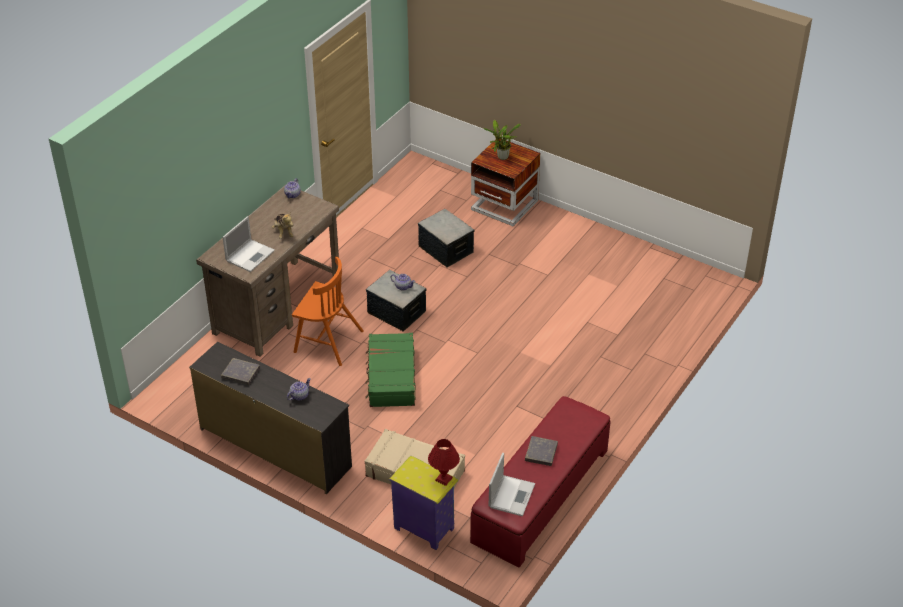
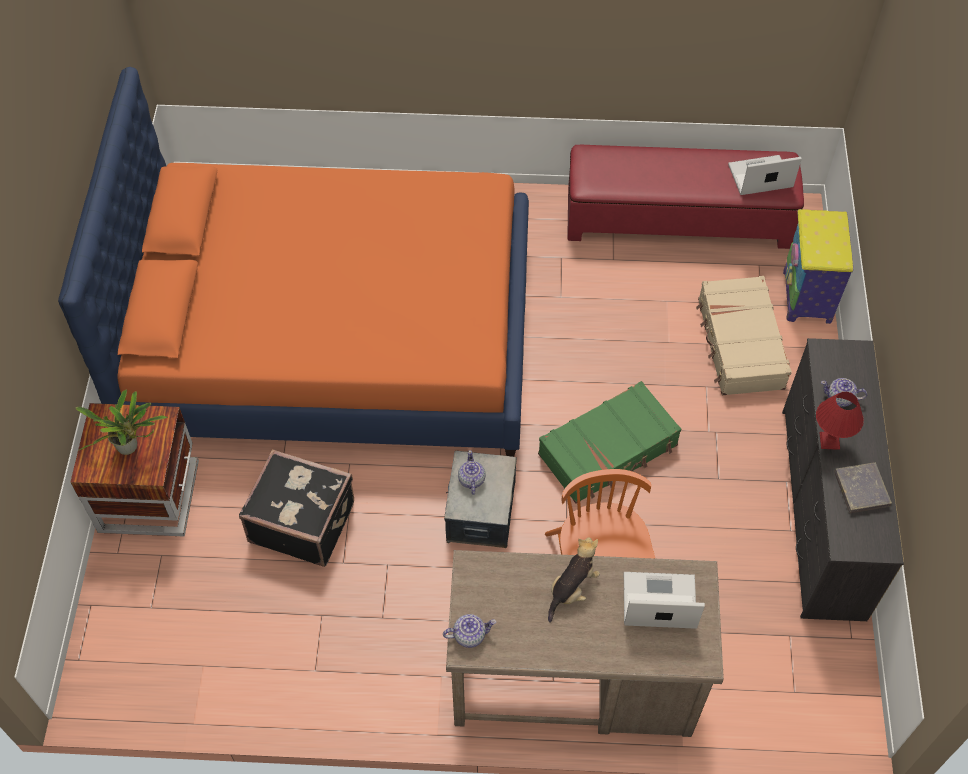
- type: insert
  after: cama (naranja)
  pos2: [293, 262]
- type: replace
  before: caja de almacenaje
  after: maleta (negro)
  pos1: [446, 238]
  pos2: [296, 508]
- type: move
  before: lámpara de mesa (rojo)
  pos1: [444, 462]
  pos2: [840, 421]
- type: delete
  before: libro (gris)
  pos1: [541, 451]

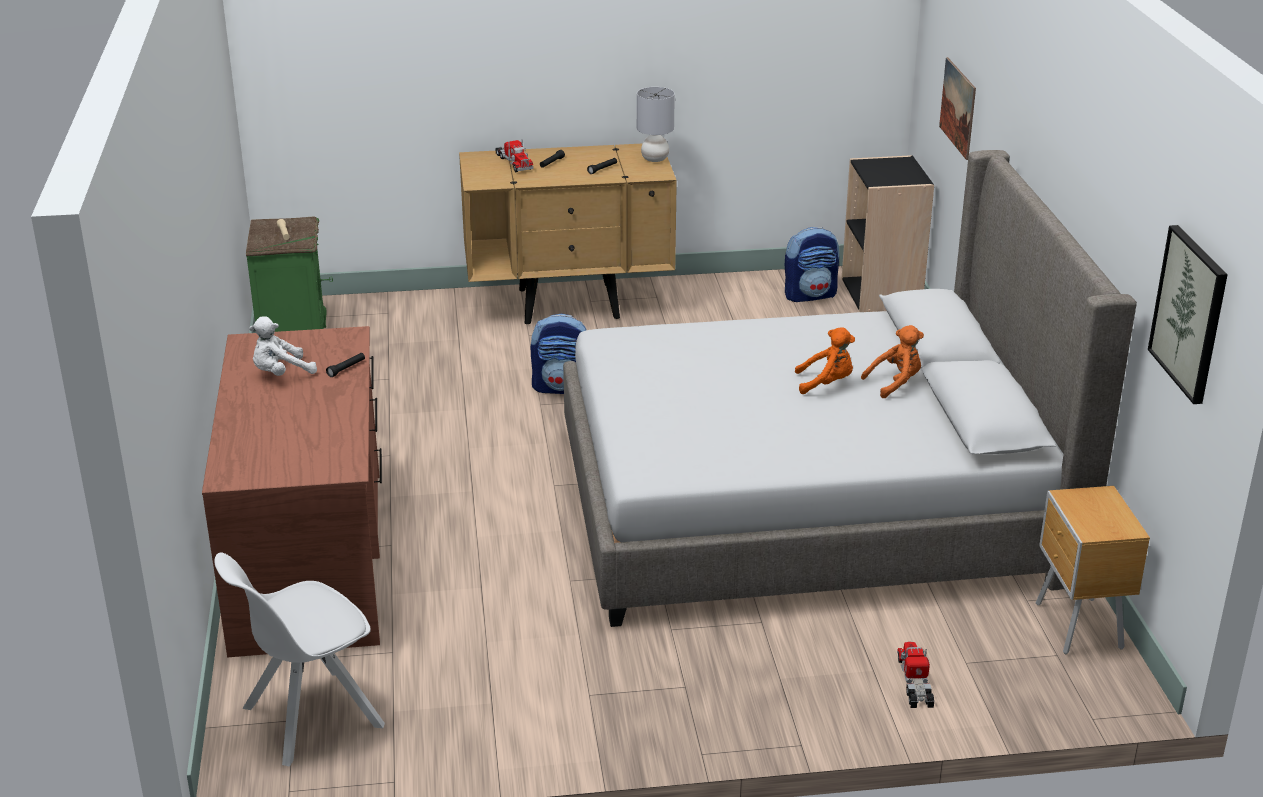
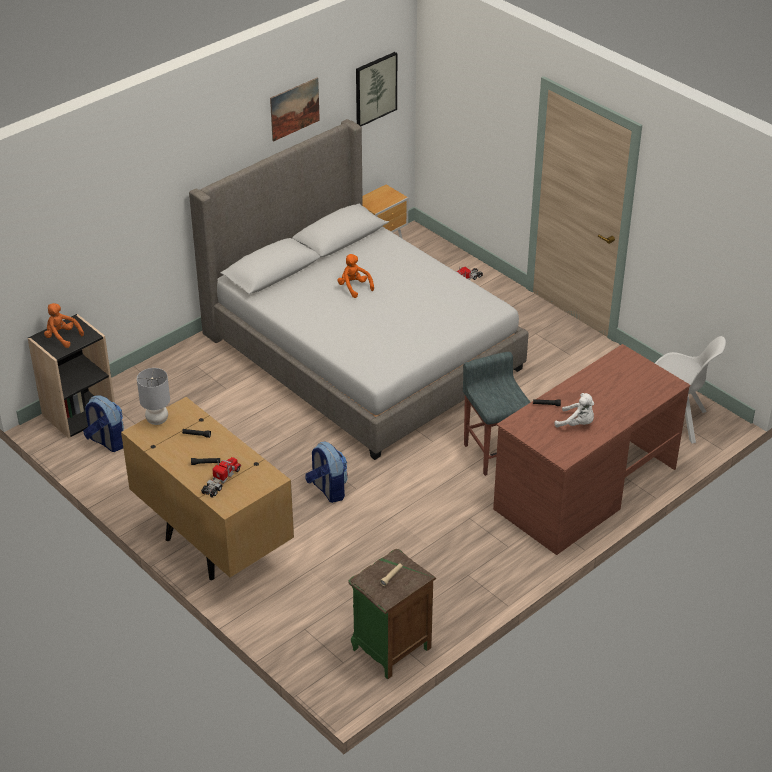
- type: move
  before: peluche (naranja)
  pos1: [892, 361]
  pos2: [64, 325]
- type: move
  before: cuadro
  pos1: [957, 108]
  pos2: [295, 110]
- type: insert
  after: taburete (gris)
  pos2: [497, 414]

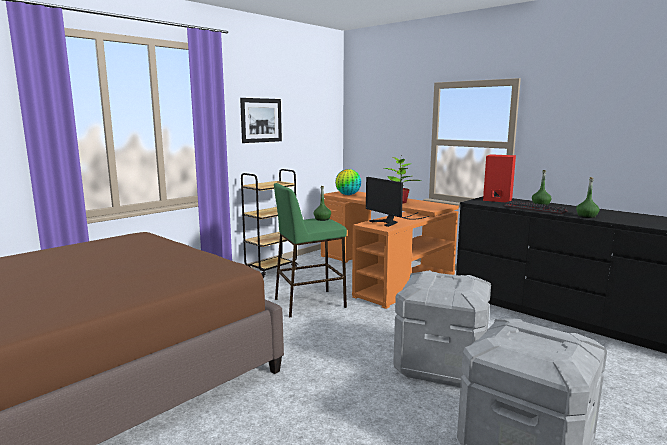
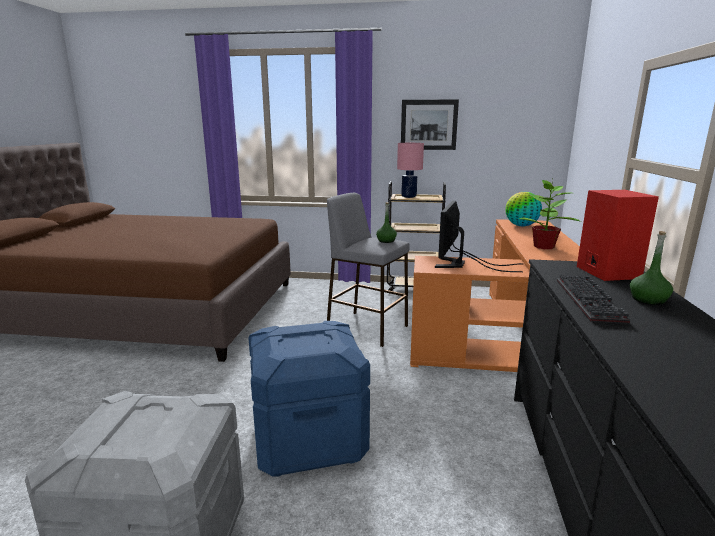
- type: recolor
  before: caja de almacenaje (gris)
  after: caja de almacenaje (azul)
  pos1: [442, 328]
  pos2: [309, 399]
- type: recolor
  before: taburete (verde)
  after: taburete (gris)
  pos1: [310, 250]
  pos2: [368, 270]
- type: insert
  after: lámpara de mesa (rosa)
  pos2: [410, 170]
- type: delete
  before: botella (verde)
  pos1: [588, 197]

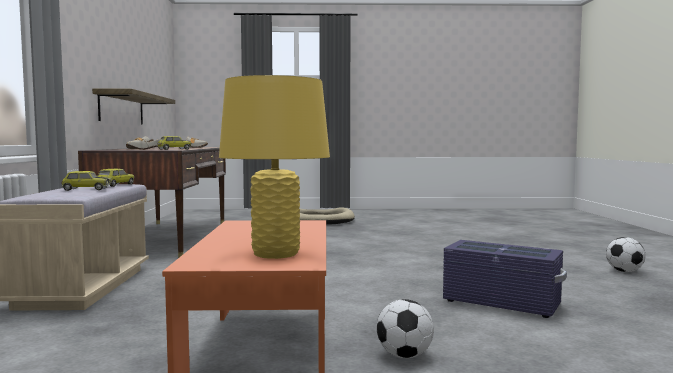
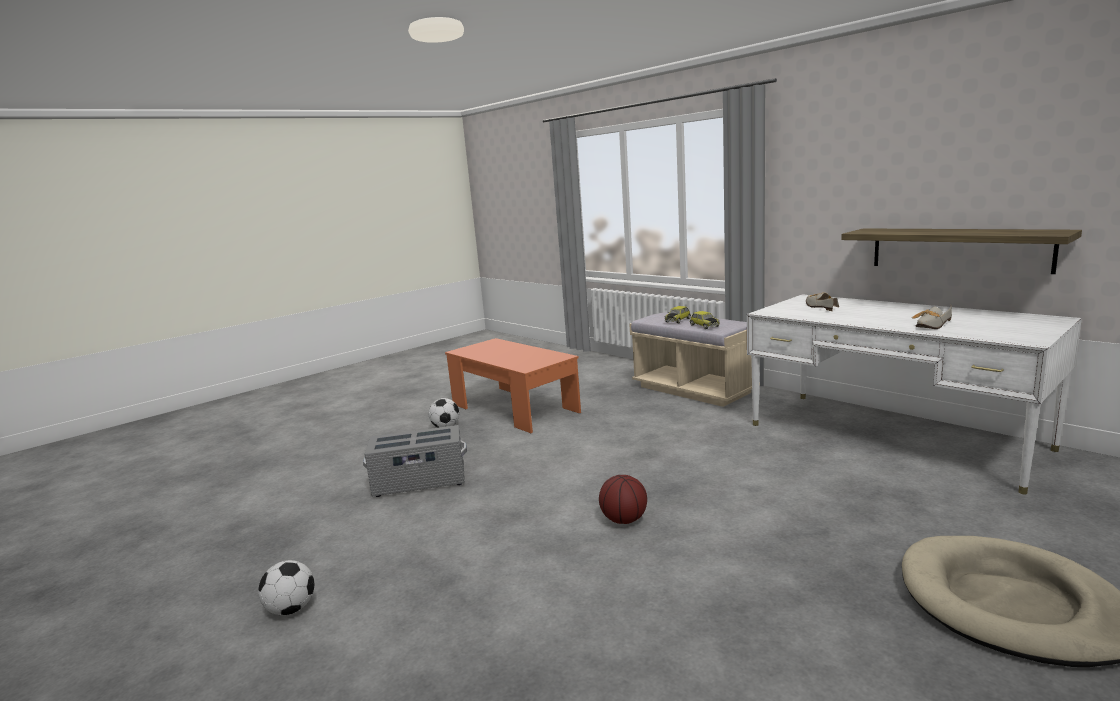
- type: recolor
  before: caja de almacenaje (morado)
  after: caja de almacenaje (gris)
  pos1: [505, 279]
  pos2: [415, 461]
- type: insert
  after: balón de baloncesto
  pos2: [623, 499]
- type: recolor
  before: escritorio (marrón)
  after: escritorio (blanco)
  pos1: [152, 202]
  pos2: [914, 394]
- type: delete
  before: coche de juguete
  pos1: [174, 143]
- type: delete
  before: lámpara de mesa (amarillo)
  pos1: [274, 167]

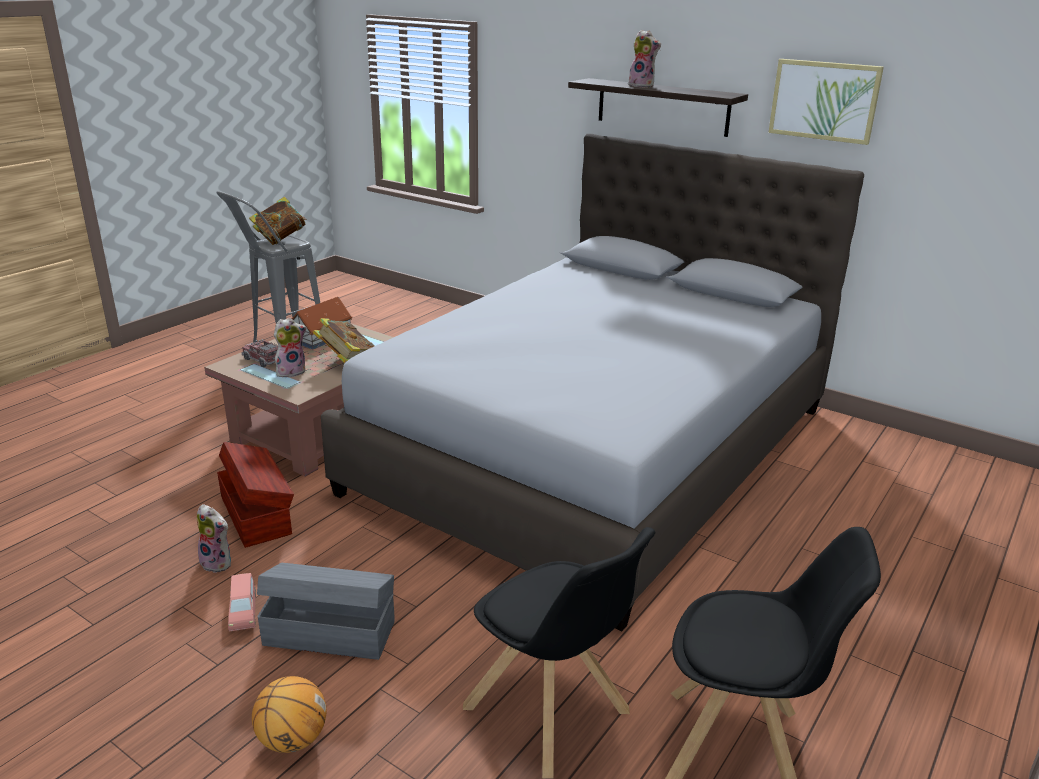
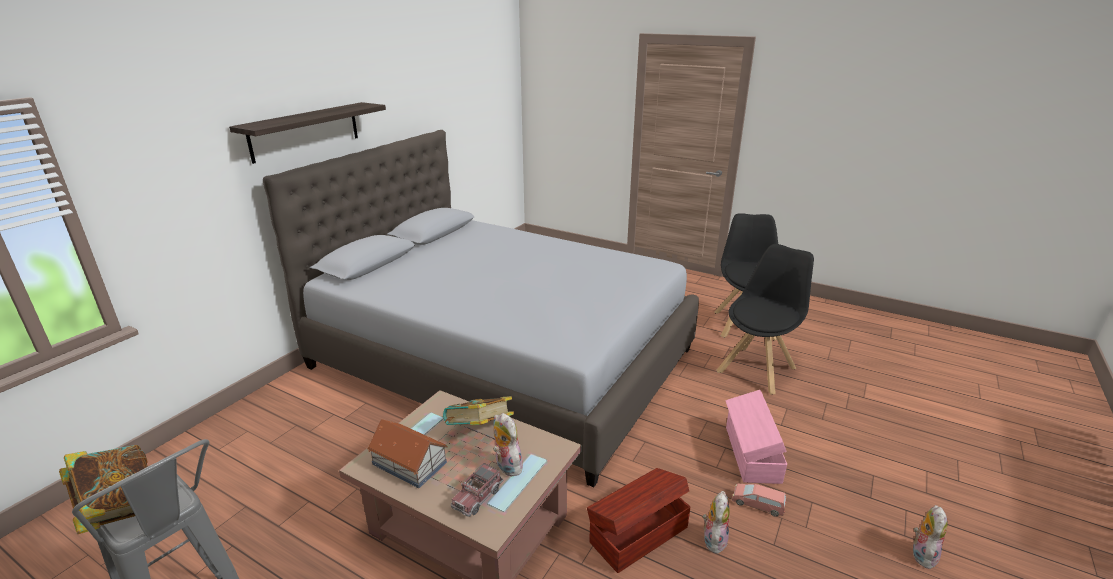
- type: recolor
  before: caja de almacenaje (gris)
  after: caja de almacenaje (rosa)
  pos1: [326, 611]
  pos2: [756, 437]
- type: rotate
  before: coche de juguete (rosa)
  pos1: [242, 602]
  pos2: [759, 500]
  turn: -135
- type: move
  before: peluche
  pos1: [644, 59]
  pos2: [930, 537]
- type: delete
  before: balón de baloncesto
  pos1: [289, 714]
- type: delete
  before: cuadro
  pos1: [826, 102]

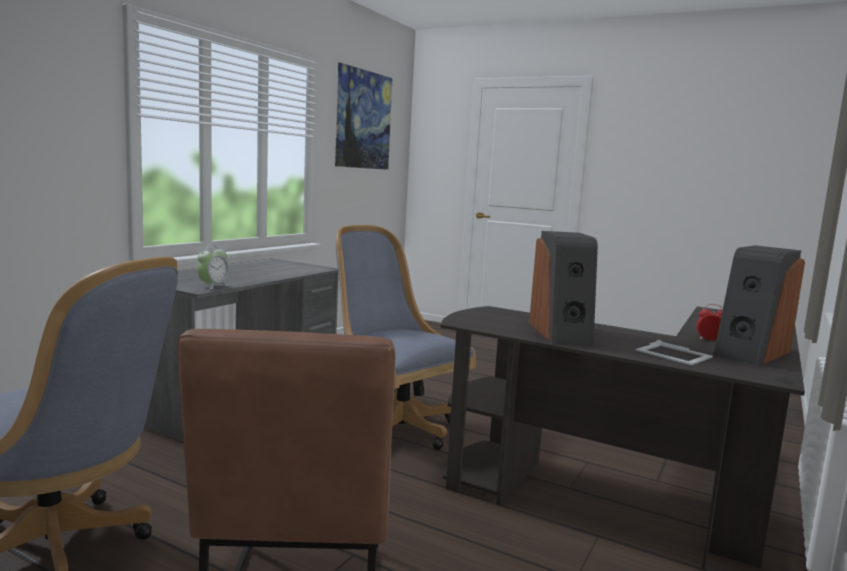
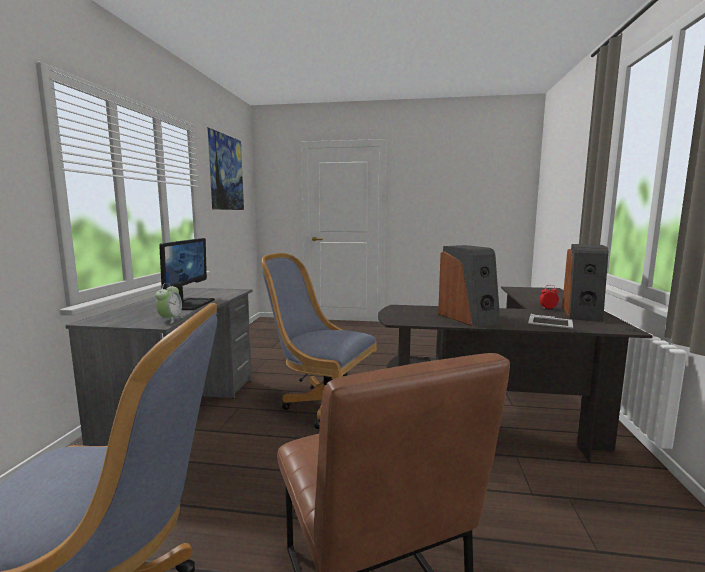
- type: insert
  after: monitor
  pos2: [187, 274]

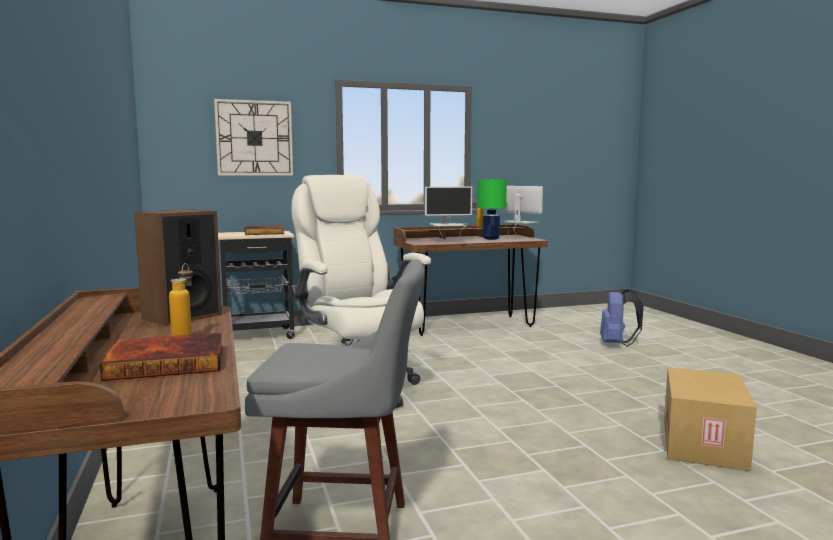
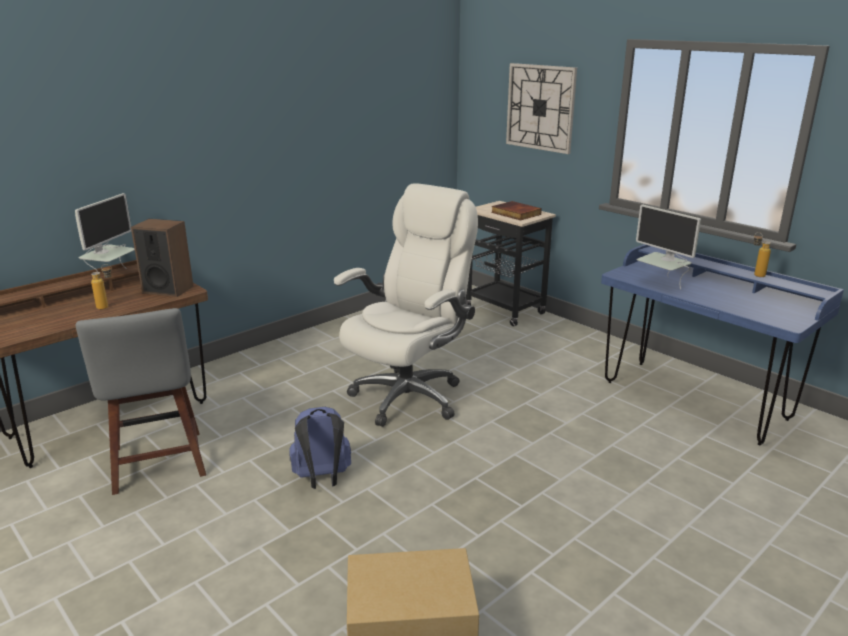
- type: move
  before: monitor
  pos1: [522, 212]
  pos2: [105, 232]
- type: move
  before: mochila (azul)
  pos1: [622, 317]
  pos2: [320, 448]
- type: recolor
  before: escritorio (marrón)
  after: escritorio (azul)
  pos1: [470, 280]
  pos2: [722, 344]
- type: delete
  before: libro
  pos1: [161, 357]
- type: delete
  before: lámpara de mesa (verde)
  pos1: [492, 209]

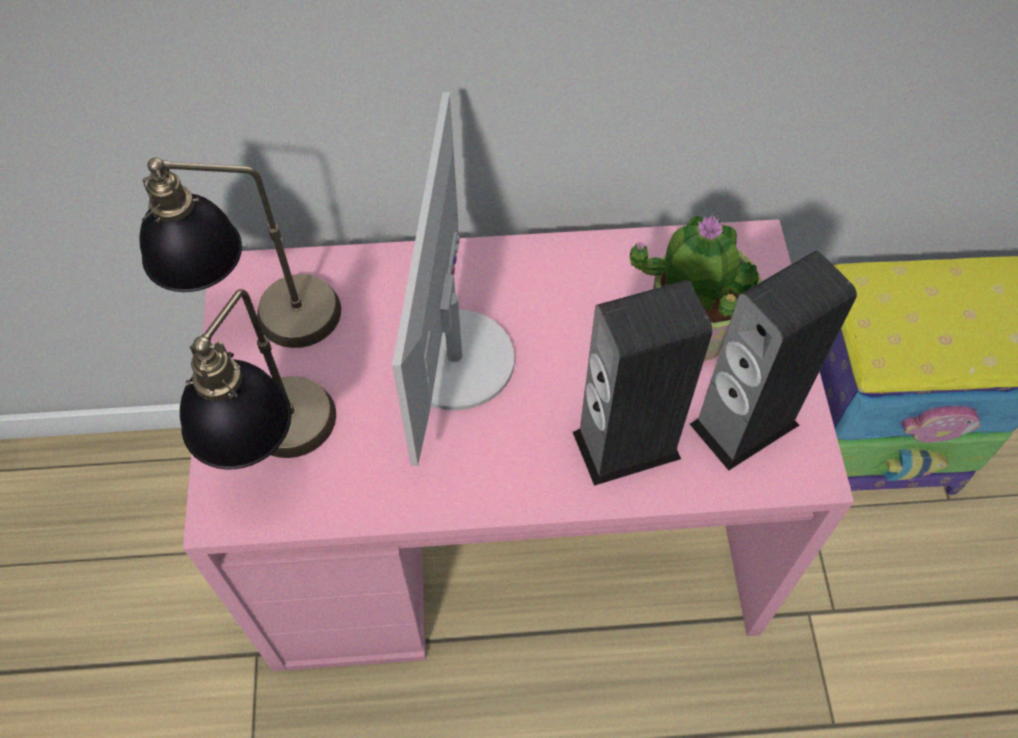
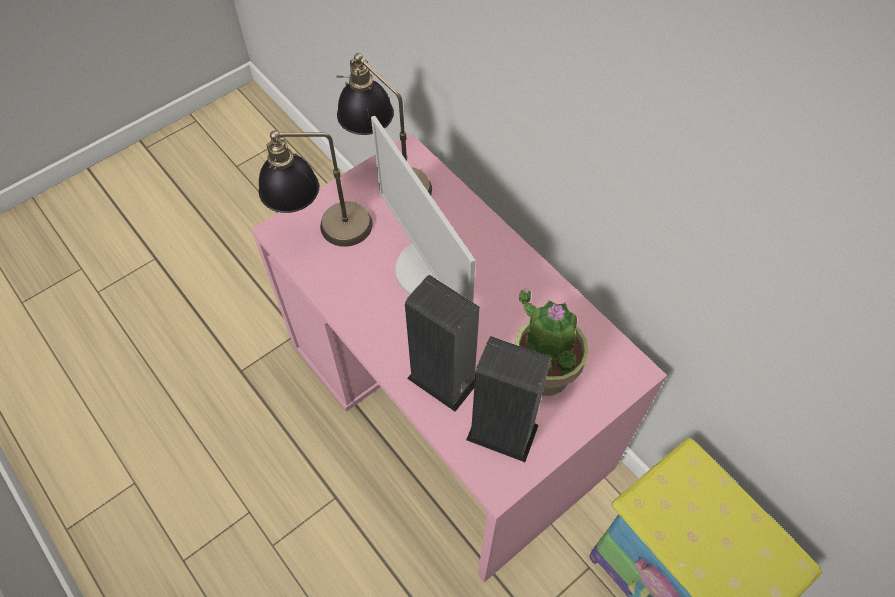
- type: rotate
  before: monitor
  pos1: [453, 279]
  pos2: [423, 209]
  turn: -90

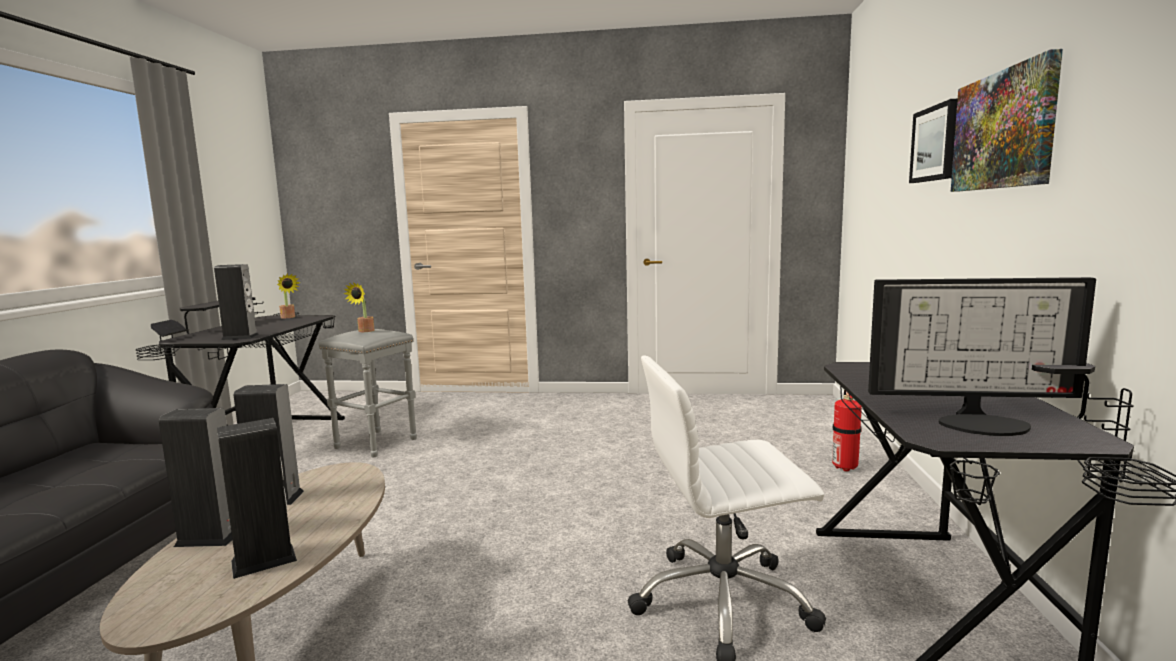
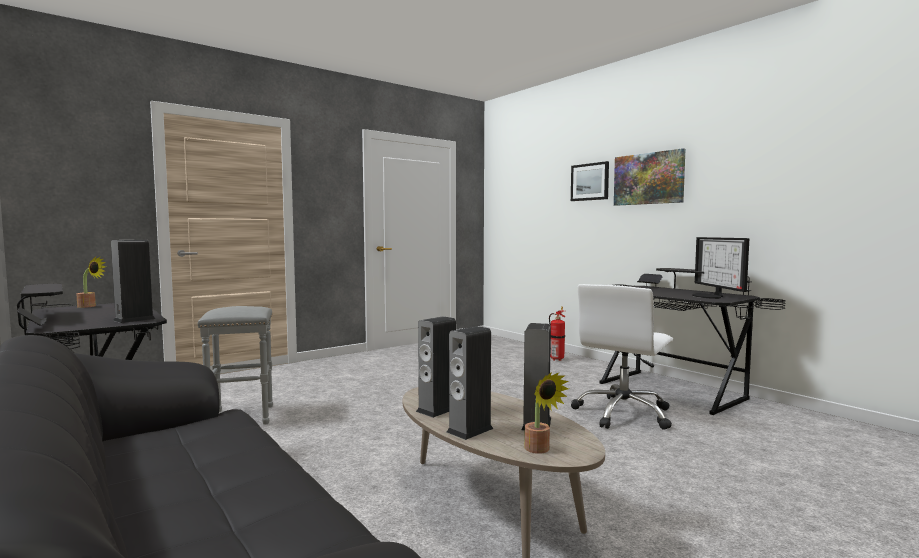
- type: move
  before: planta en maceta
  pos1: [358, 307]
  pos2: [546, 413]
- type: rotate
  before: monitor
  pos1: [982, 356]
  pos2: [720, 268]
  turn: 120

